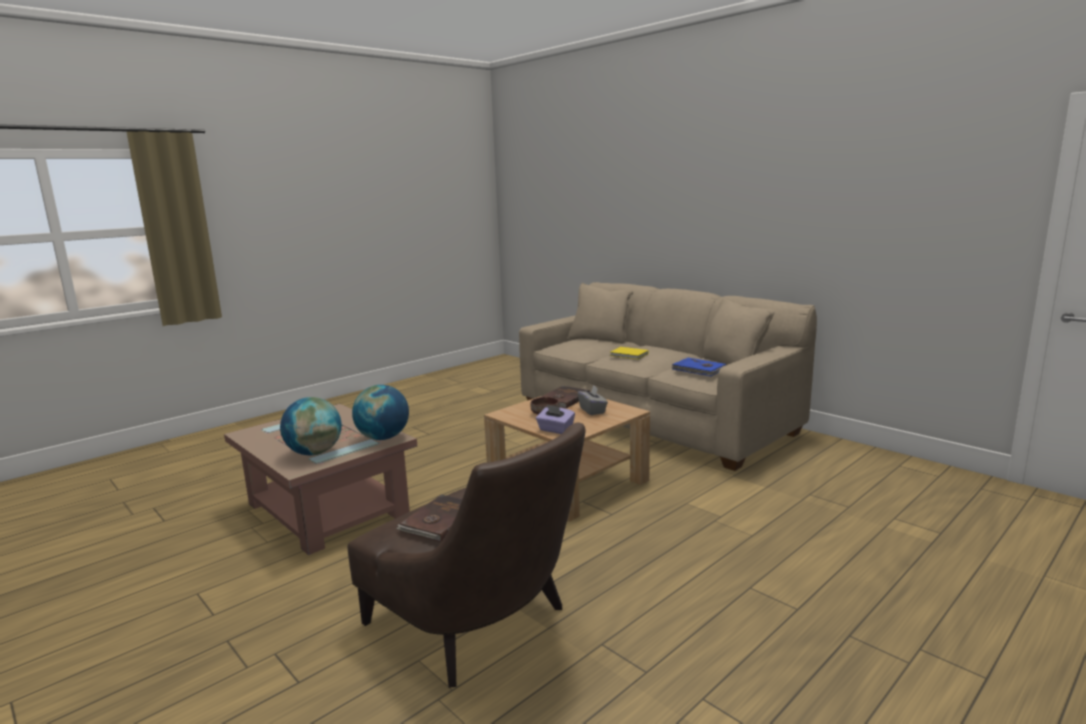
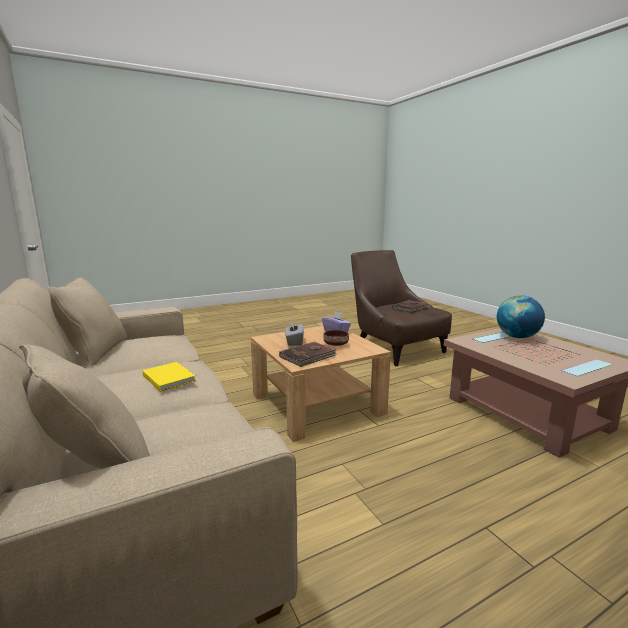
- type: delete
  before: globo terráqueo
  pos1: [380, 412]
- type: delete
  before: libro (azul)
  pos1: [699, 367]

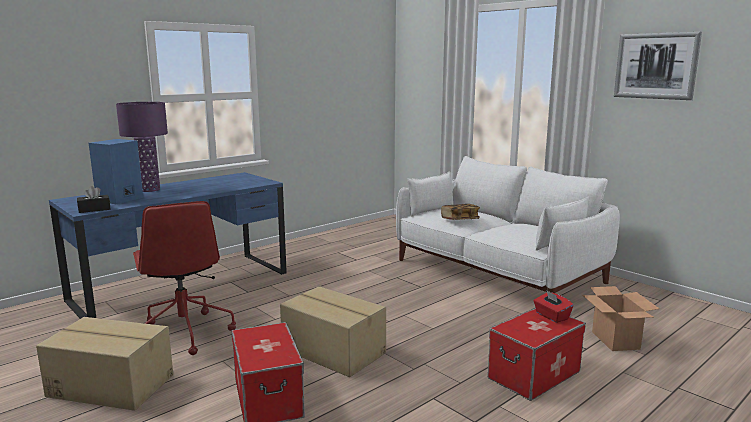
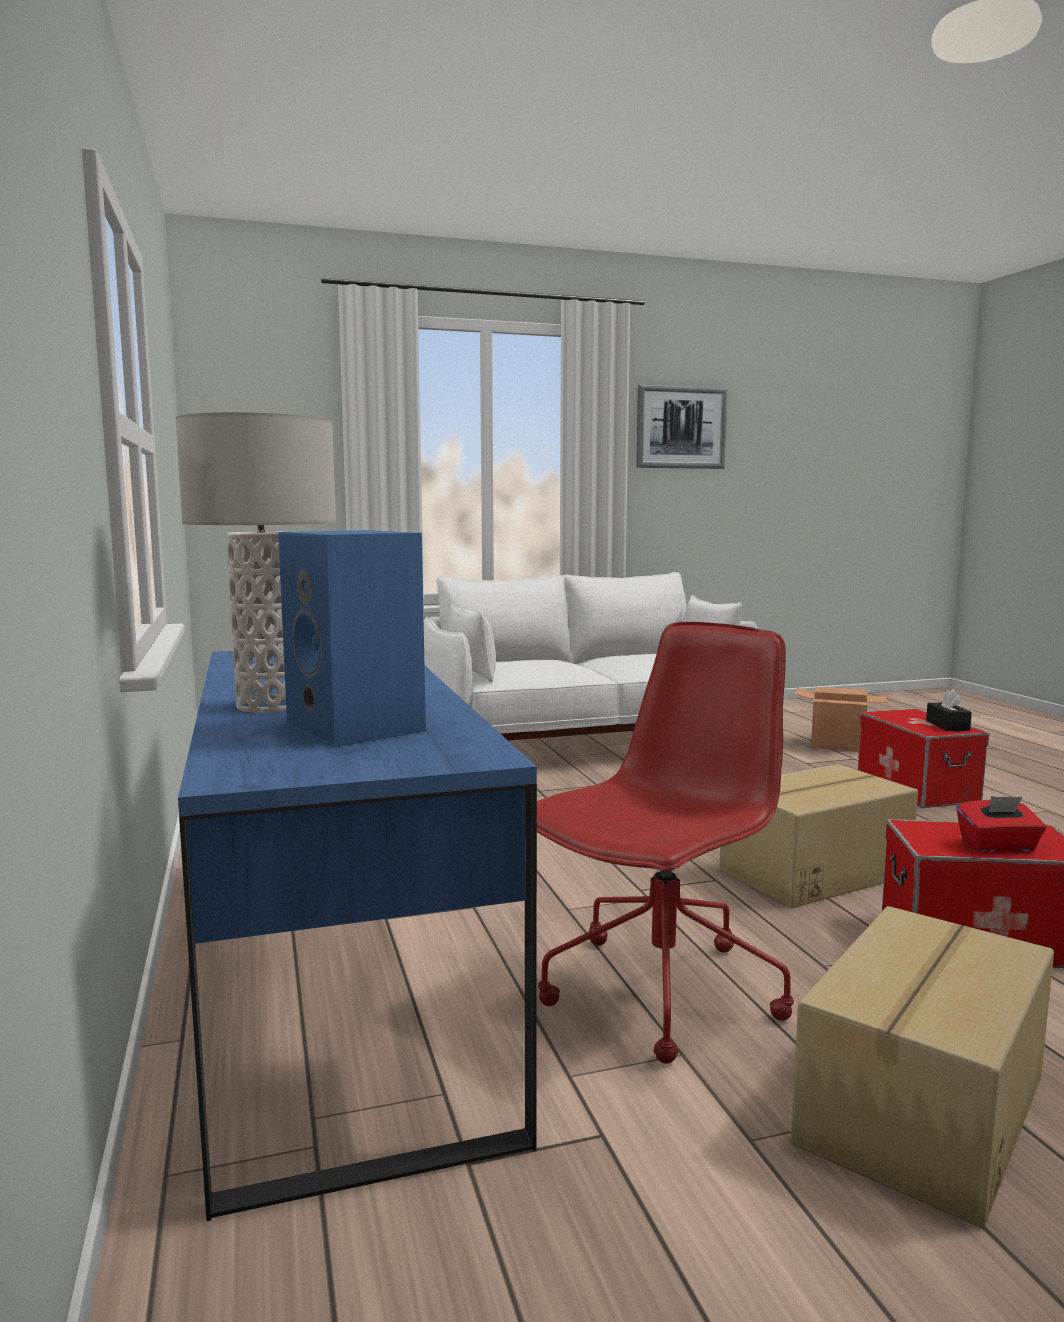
- type: recolor
  before: lámpara de mesa (morado)
  after: lámpara de mesa (blanco)
  pos1: [142, 147]
  pos2: [255, 562]
- type: rotate
  before: silla de oficina (rojo)
  pos1: [184, 278]
  pos2: [665, 843]
  turn: -45
- type: move
  before: caja de pañuelos (negro)
  pos1: [94, 199]
  pos2: [949, 710]
- type: move
  before: caja de pañuelos (rojo)
  pos1: [554, 306]
  pos2: [1001, 824]
- type: delete
  before: libro
  pos1: [460, 212]

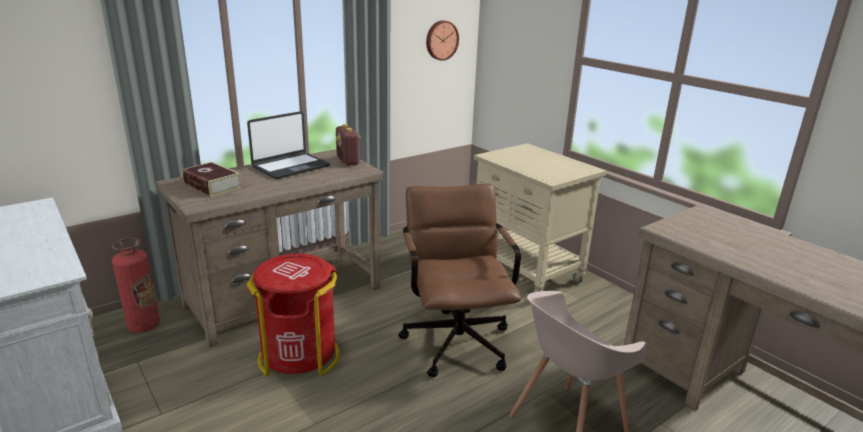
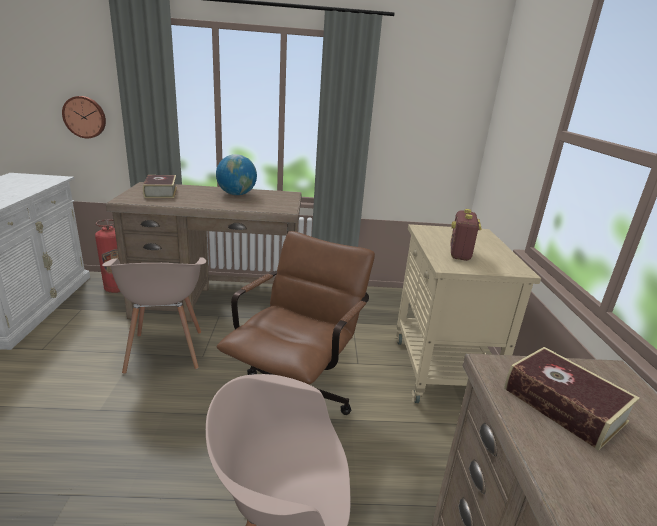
- type: move
  before: reloj de pared
  pos1: [442, 40]
  pos2: [84, 117]
- type: replace
  before: papelera (rojo)
  after: silla (beis)
  pos1: [293, 315]
  pos2: [154, 315]
- type: replace
  before: portátil
  after: globo terráqueo
  pos1: [288, 145]
  pos2: [236, 174]
- type: move
  before: radio
  pos1: [348, 145]
  pos2: [466, 235]
- type: insert
  after: libro
  pos2: [572, 399]

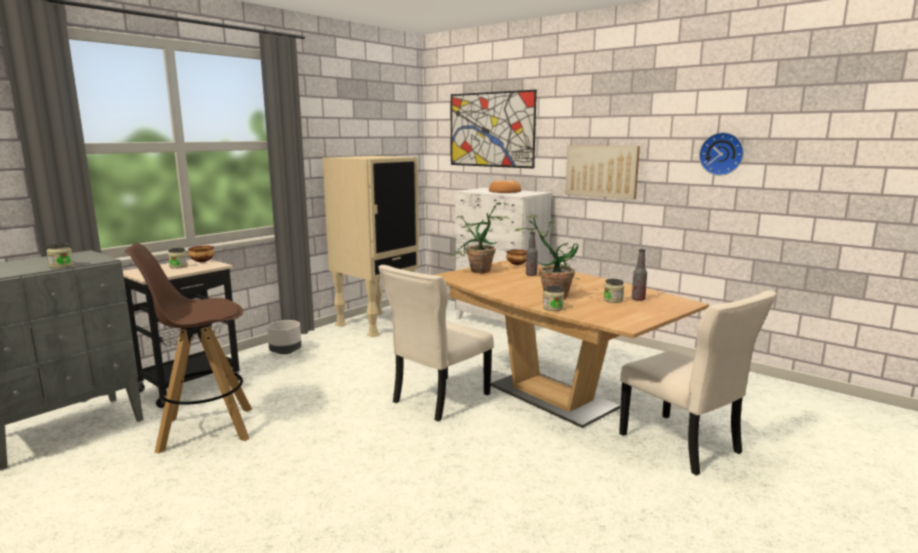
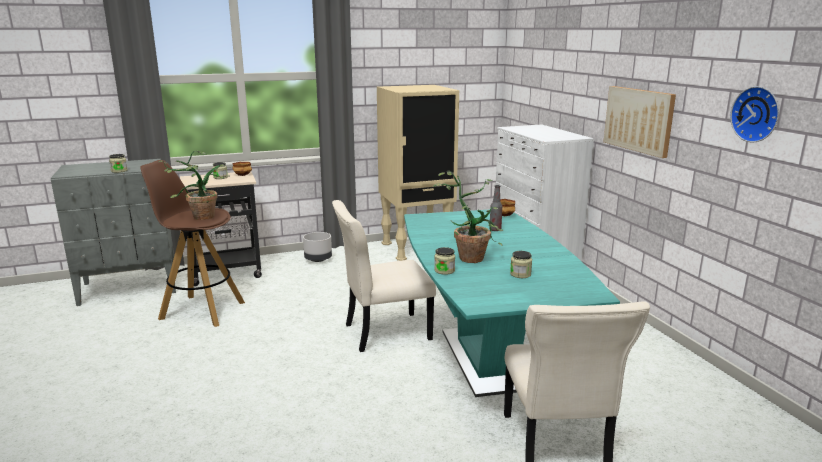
- type: move
  before: planta en maceta
  pos1: [480, 238]
  pos2: [192, 185]
- type: recolor
  before: mesa de comedor (marrón)
  after: mesa de comedor (turquesa)
  pos1: [572, 344]
  pos2: [512, 303]
- type: delete
  before: cuadro
  pos1: [494, 129]
- type: delete
  before: pan
  pos1: [505, 186]
- type: delete
  before: botella
  pos1: [639, 275]

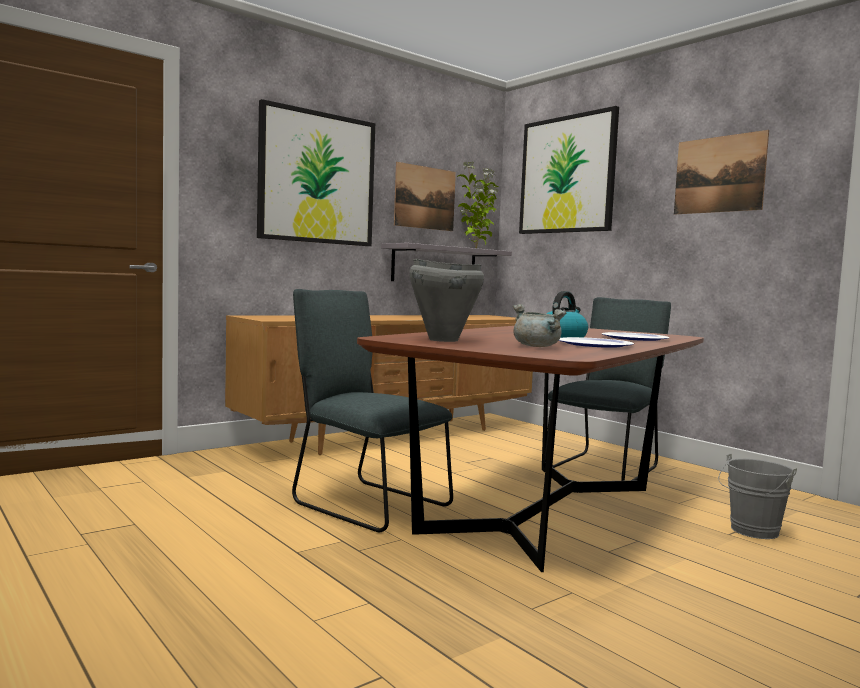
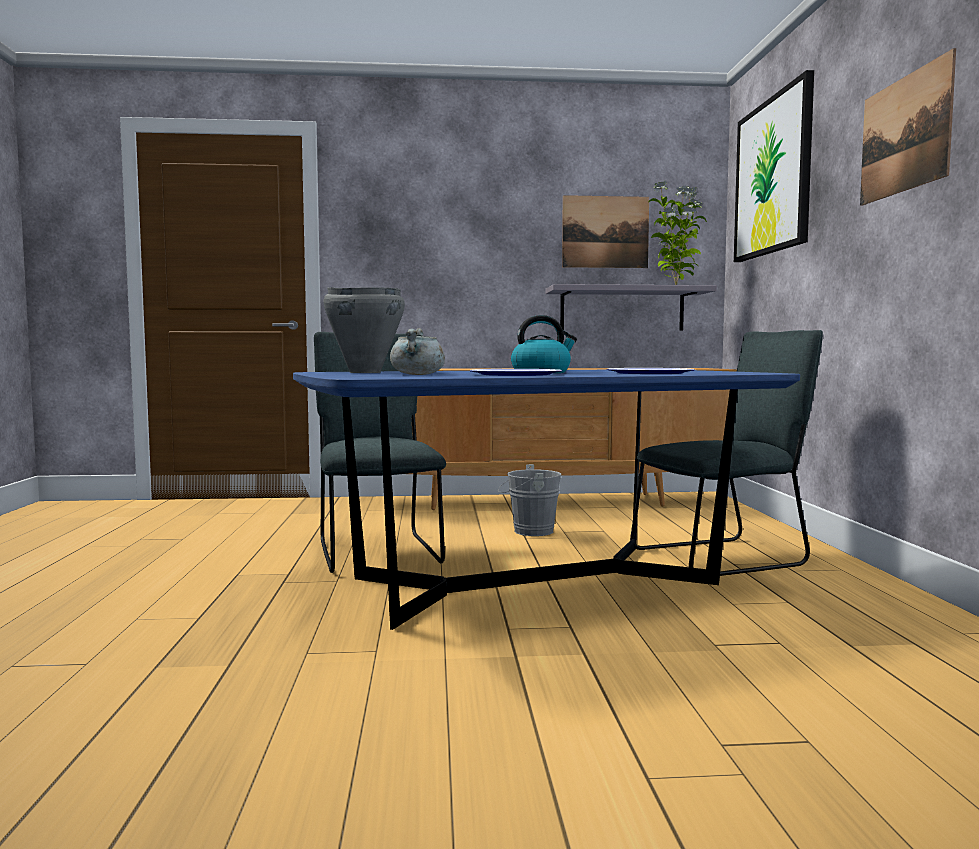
- type: recolor
  before: mesa de comedor (marrón)
  after: mesa de comedor (azul)
  pos1: [530, 449]
  pos2: [546, 500]
- type: move
  before: cubo (gris)
  pos1: [757, 496]
  pos2: [529, 500]
- type: delete
  before: cuadro
  pos1: [316, 172]

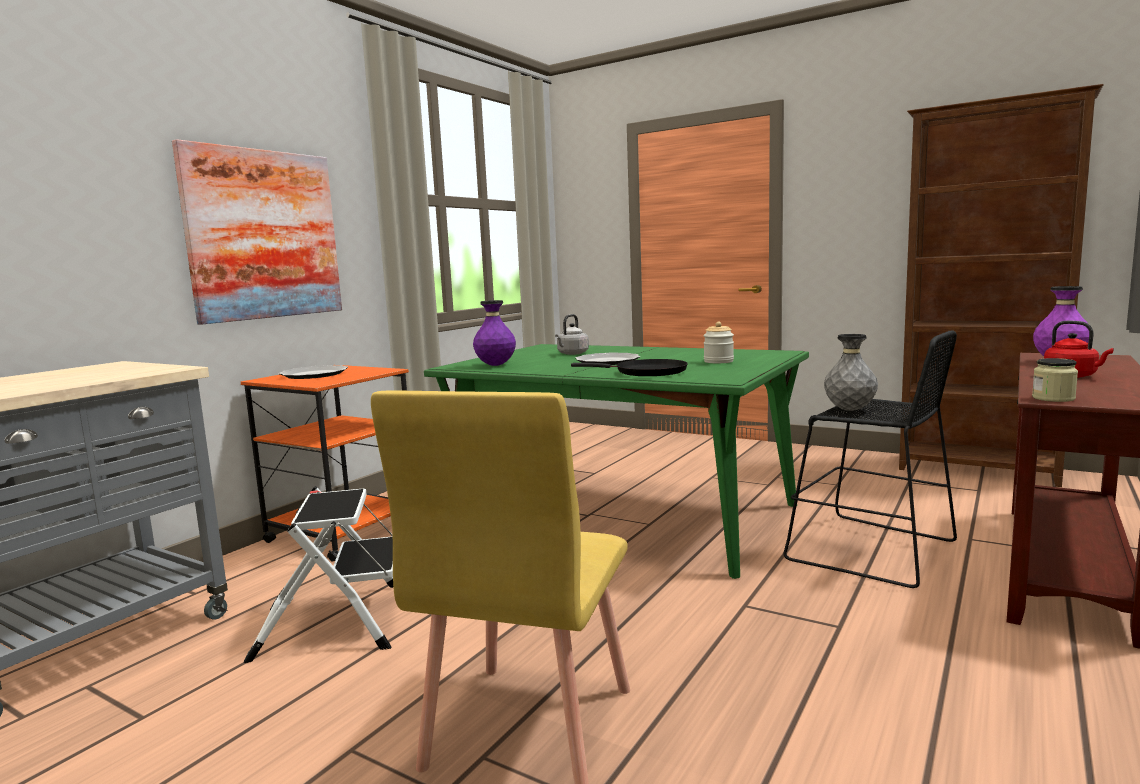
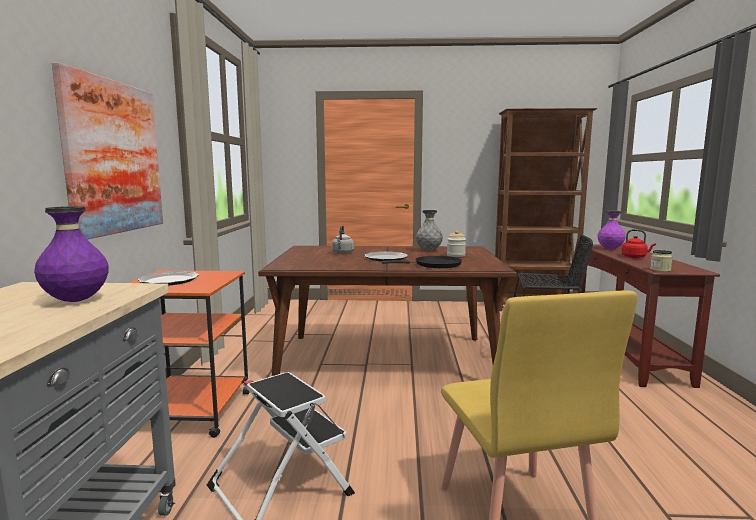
- type: move
  before: florero (morado)
  pos1: [494, 333]
  pos2: [71, 254]
- type: recolor
  before: mesa de comedor (verde)
  after: mesa de comedor (marrón)
  pos1: [616, 461]
  pos2: [387, 311]
- type: move
  before: florero (gris)
  pos1: [851, 372]
  pos2: [429, 230]

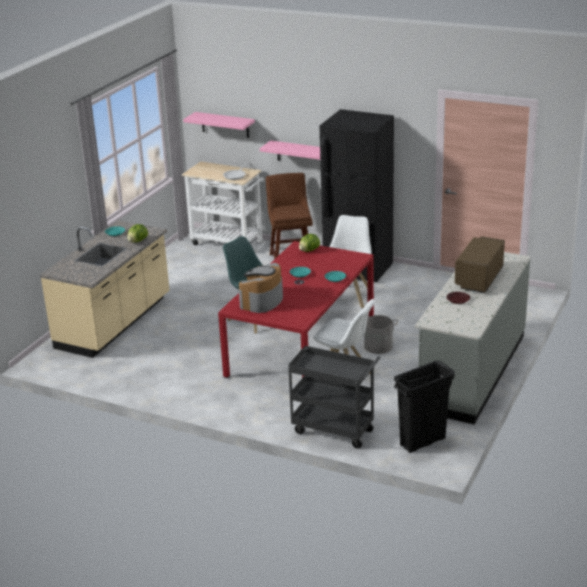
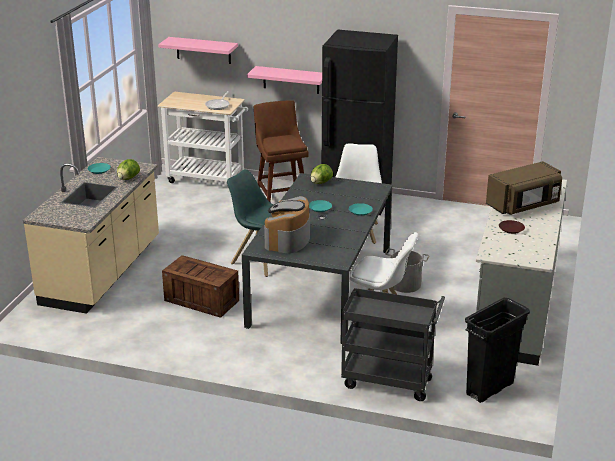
- type: insert
  after: caja de embalaje
  pos2: [200, 286]
- type: recolor
  before: mesa de comedor (rojo)
  after: mesa de comedor (gris)
  pos1: [296, 309]
  pos2: [317, 258]
- type: rotate
  before: microondas (marrón)
  pos1: [480, 264]
  pos2: [524, 188]
  turn: -135

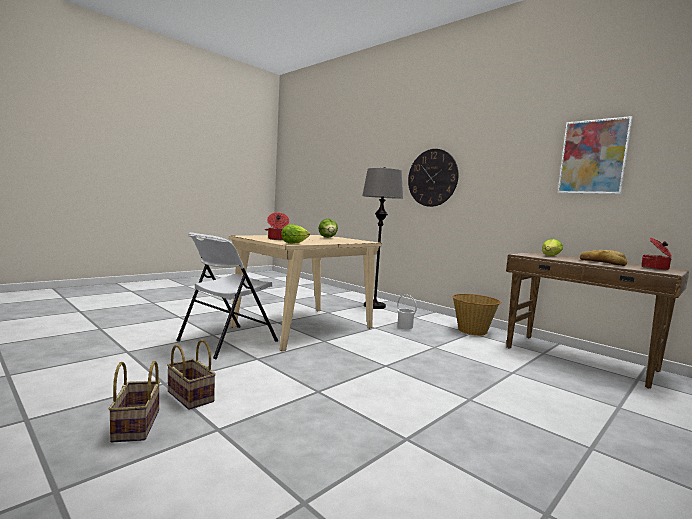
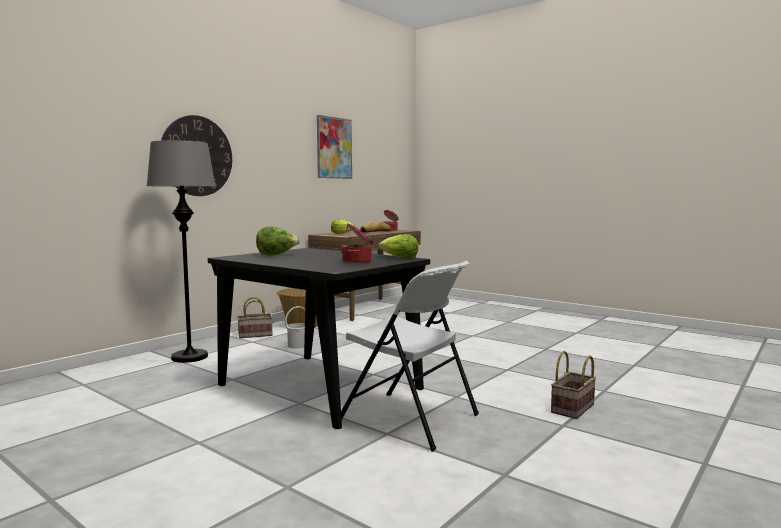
- type: recolor
  before: mesa de comedor (beis)
  after: mesa de comedor (negro)
  pos1: [305, 293]
  pos2: [319, 338]
- type: move
  before: cesta
  pos1: [134, 401]
  pos2: [255, 317]

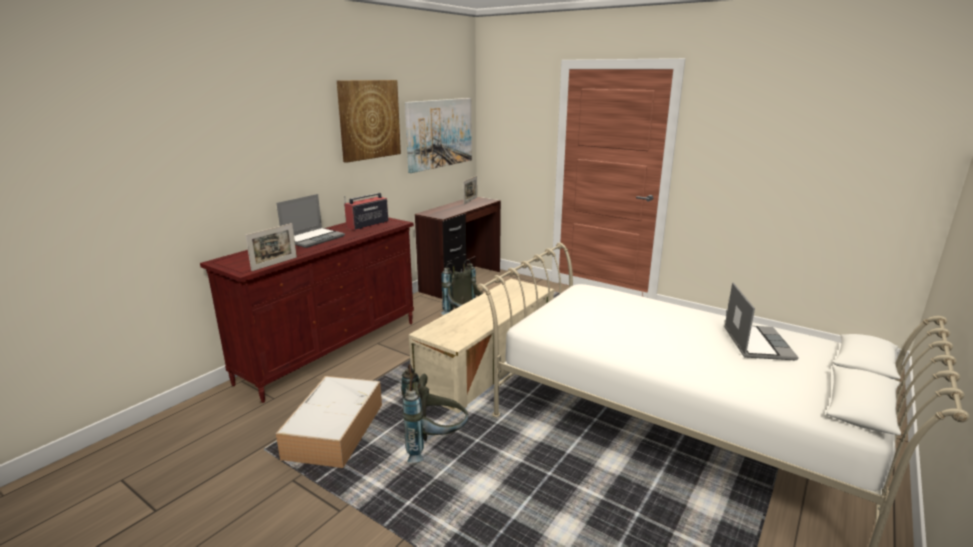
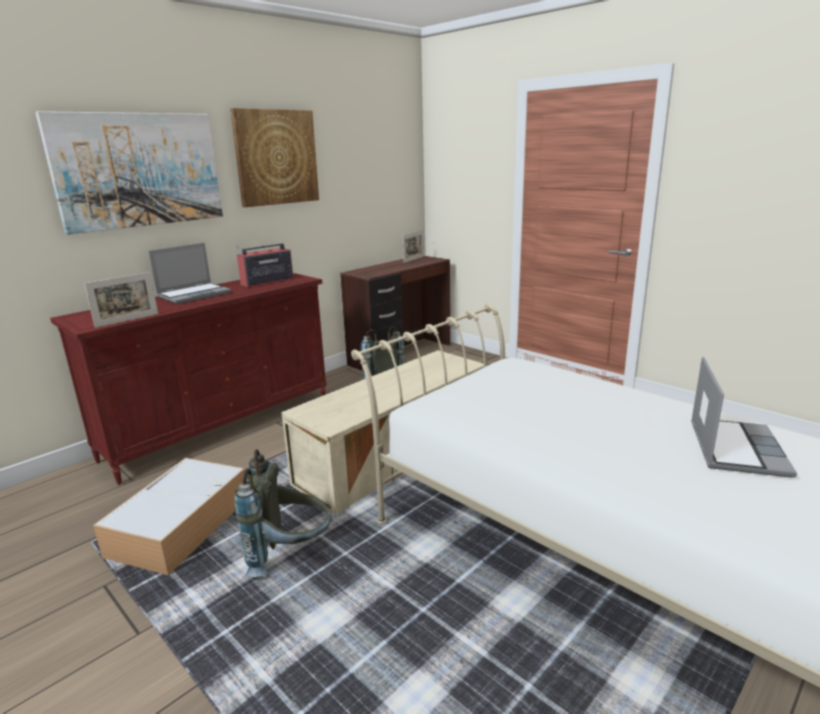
- type: move
  before: cuadro
  pos1: [438, 135]
  pos2: [129, 173]

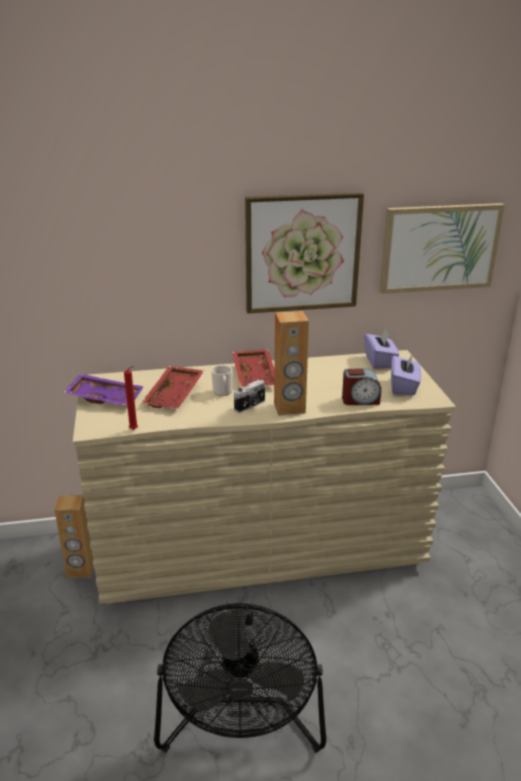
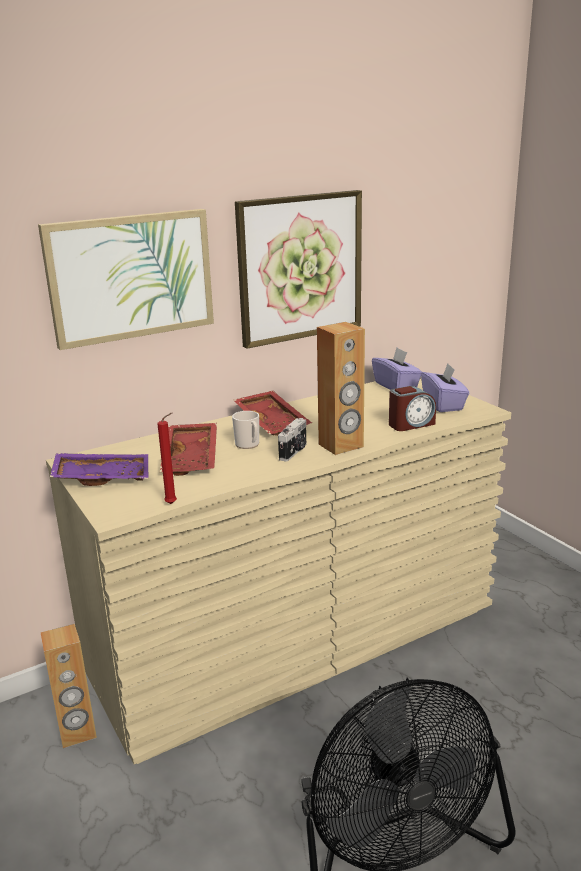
- type: move
  before: cuadro
  pos1: [442, 248]
  pos2: [126, 279]

